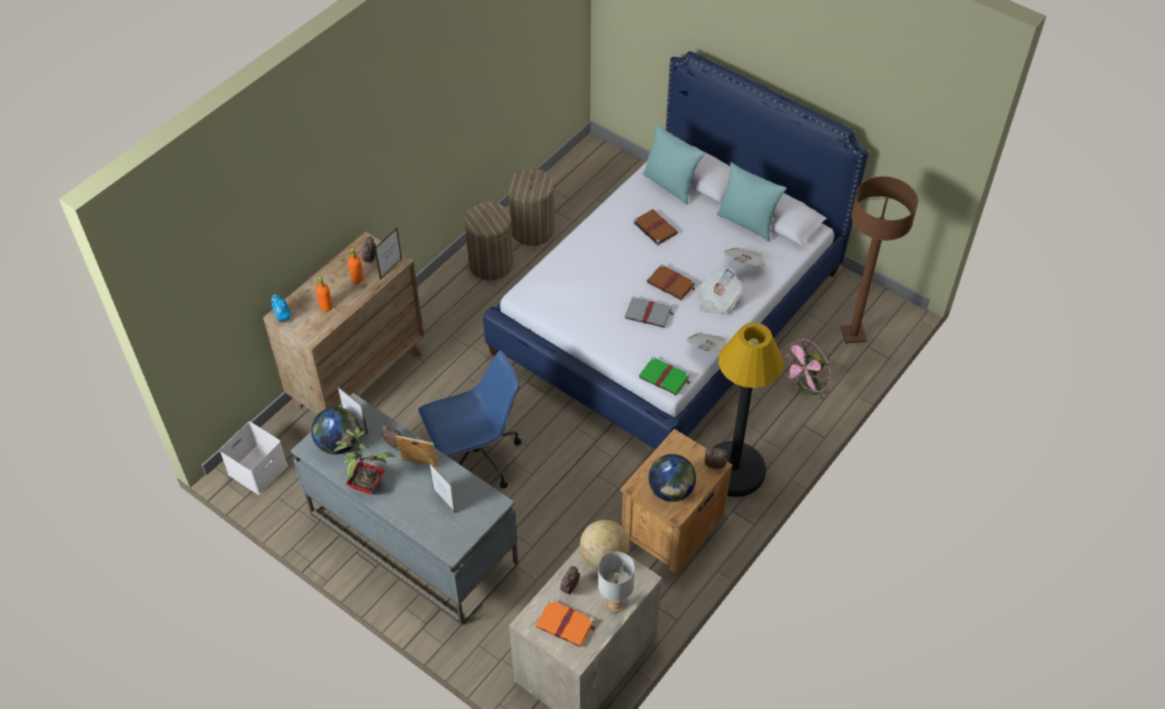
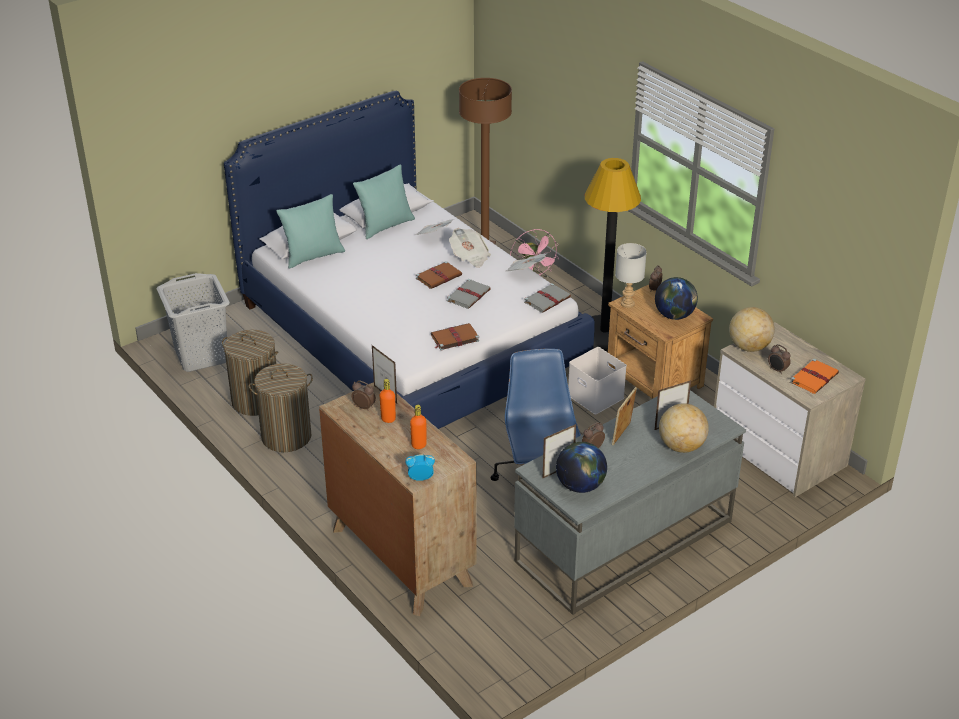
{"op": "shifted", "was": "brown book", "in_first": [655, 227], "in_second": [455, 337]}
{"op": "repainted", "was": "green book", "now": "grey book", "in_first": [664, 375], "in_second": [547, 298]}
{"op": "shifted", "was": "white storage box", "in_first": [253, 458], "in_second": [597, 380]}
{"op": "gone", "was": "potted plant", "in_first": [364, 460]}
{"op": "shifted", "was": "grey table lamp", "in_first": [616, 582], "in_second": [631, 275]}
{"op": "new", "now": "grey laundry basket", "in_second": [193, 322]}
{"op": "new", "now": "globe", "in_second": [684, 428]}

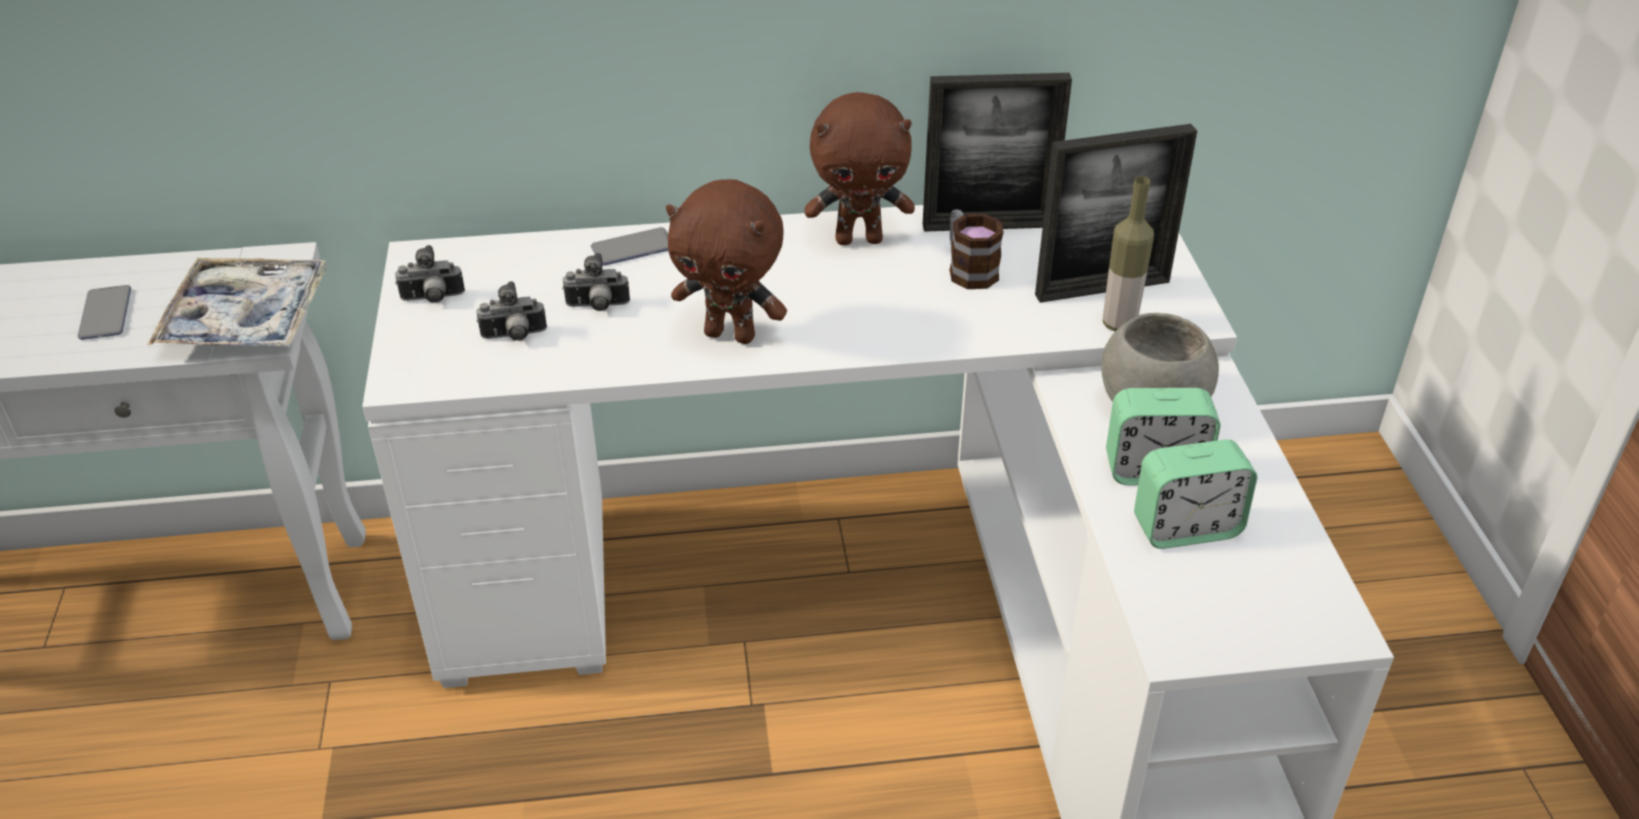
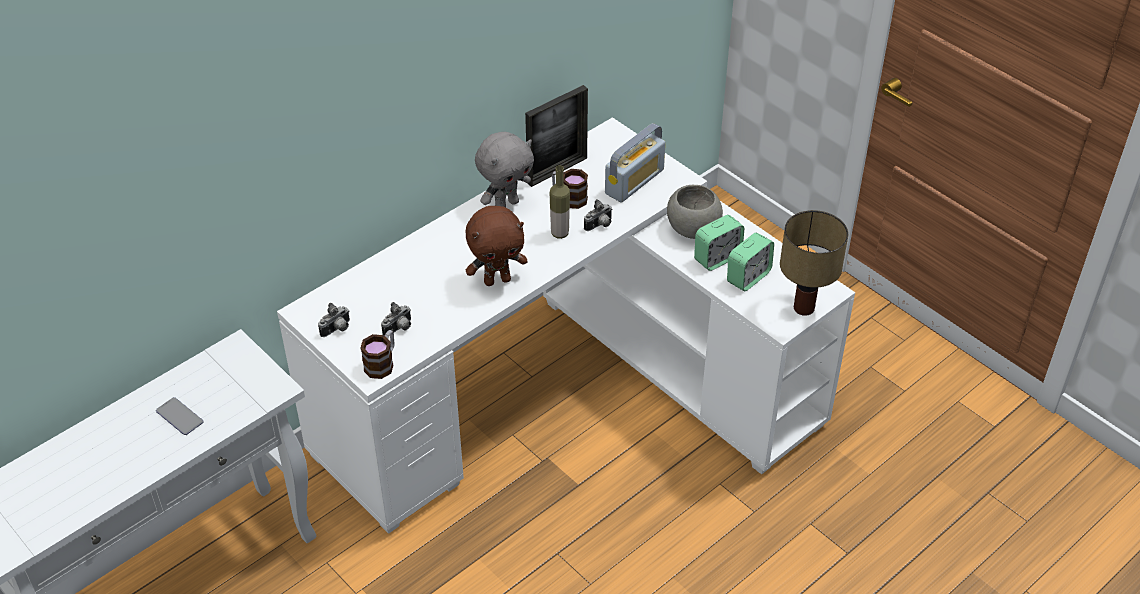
{"op": "repainted", "was": "brown plush toy", "now": "grey plush toy", "in_first": [859, 168], "in_second": [504, 169]}
{"op": "swapped", "was": "picture frame", "now": "radio", "in_first": [1116, 213], "in_second": [635, 162]}
{"op": "shifted", "was": "bottle", "in_first": [1128, 253], "in_second": [560, 202]}
{"op": "gone", "was": "phone", "in_first": [629, 246]}
{"op": "shifted", "was": "photo camera", "in_first": [596, 282], "in_second": [598, 215]}
{"op": "gone", "was": "tray", "in_first": [238, 302]}
{"op": "new", "now": "table lamp", "in_second": [814, 263]}
{"op": "new", "now": "mug", "in_second": [377, 354]}

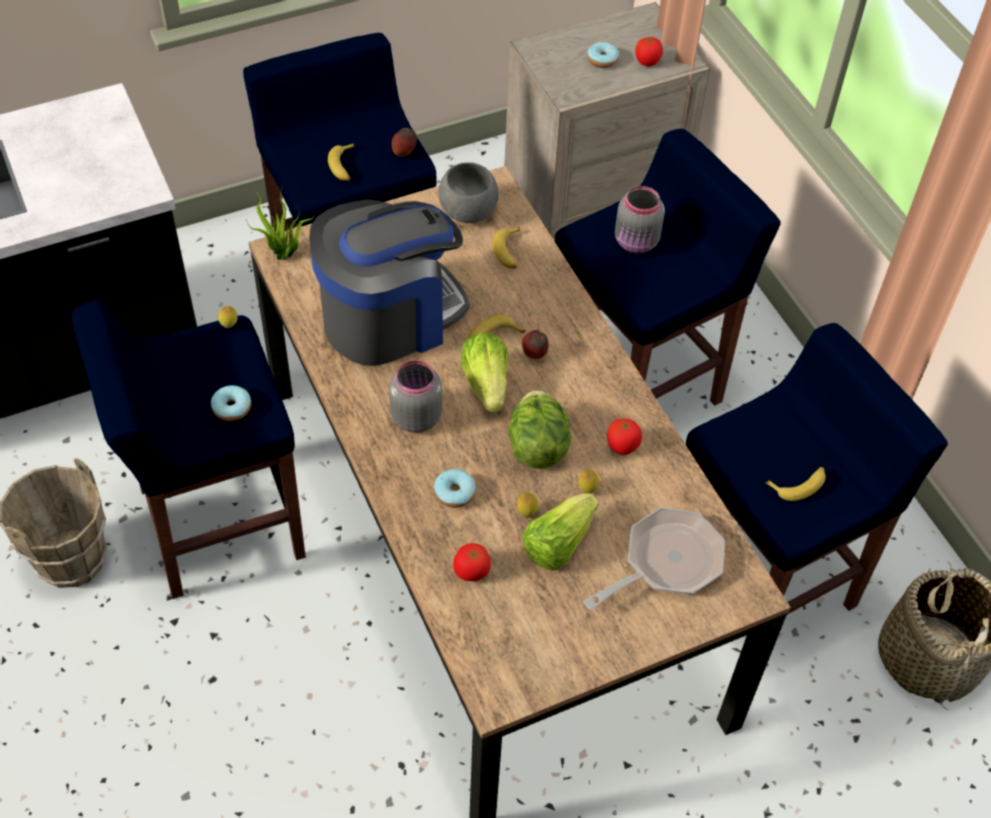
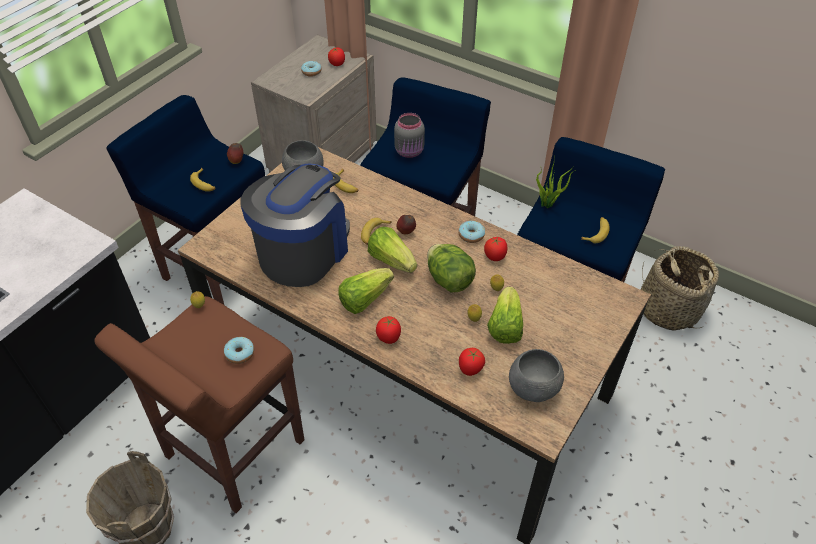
{"op": "shifted", "was": "potted plant", "in_first": [280, 223], "in_second": [556, 181]}
{"op": "repainted", "was": "blue stool", "now": "brown stool", "in_first": [189, 449], "in_second": [199, 404]}
{"op": "swapped", "was": "grey jar", "now": "lettuce", "in_first": [415, 396], "in_second": [366, 291]}
{"op": "shifted", "was": "donut", "in_first": [455, 488], "in_second": [472, 232]}
{"op": "gone", "was": "frying pan", "in_first": [654, 558]}
{"op": "new", "now": "tomato", "in_second": [388, 330]}
{"op": "new", "now": "grey bowl", "in_second": [536, 375]}

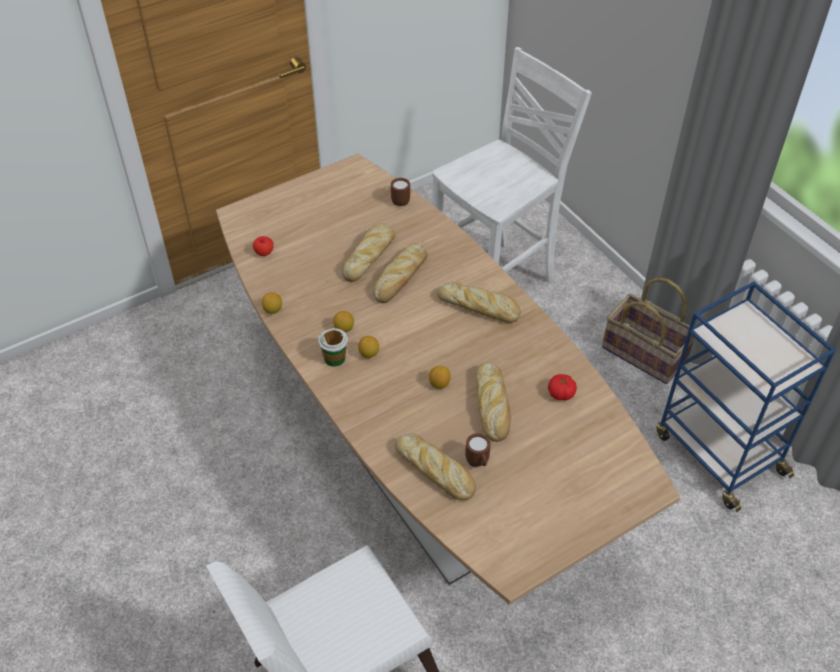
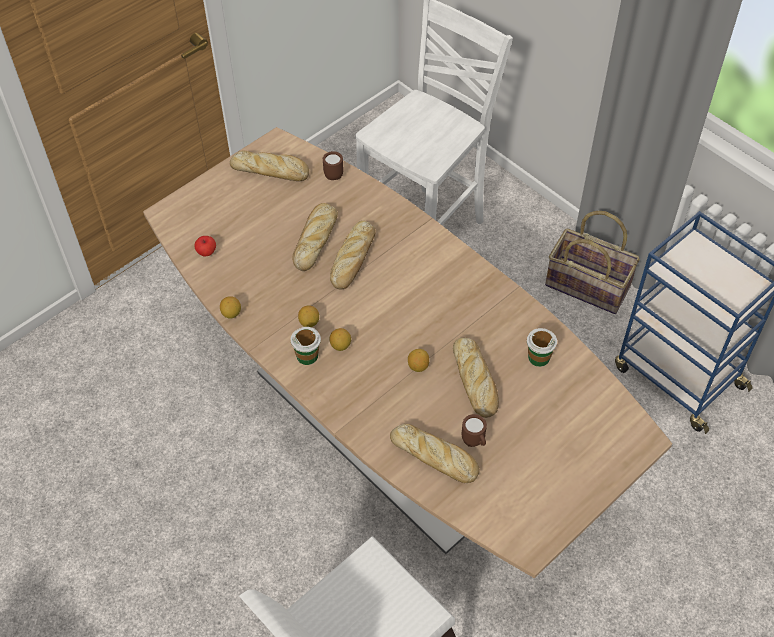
{"op": "shifted", "was": "bread", "in_first": [479, 302], "in_second": [269, 166]}
{"op": "swapped", "was": "tomato", "now": "cup", "in_first": [562, 387], "in_second": [542, 347]}

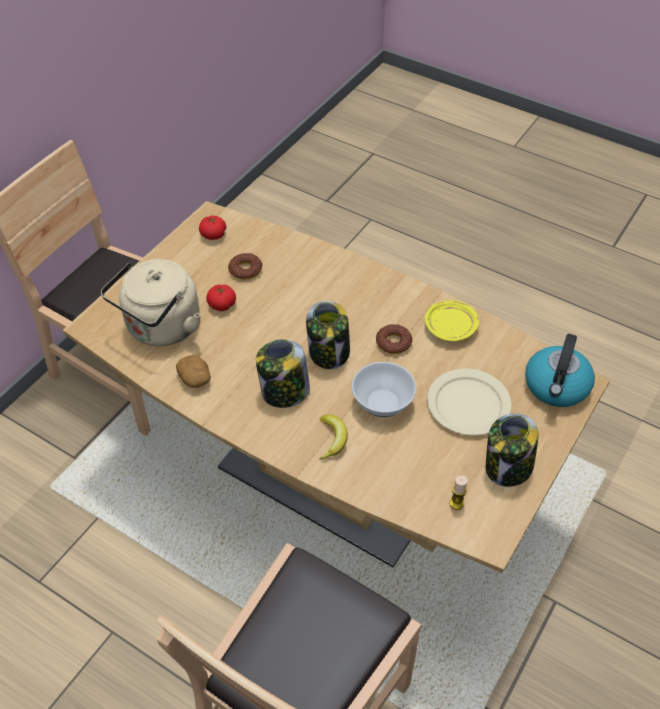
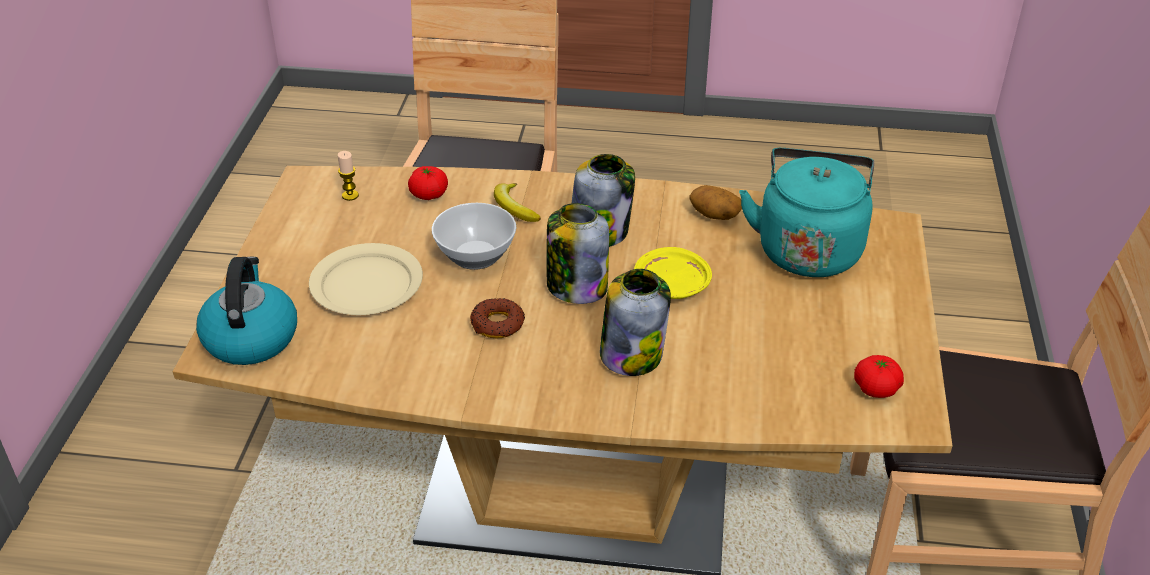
{"op": "gone", "was": "donut", "in_first": [245, 266]}
{"op": "repainted", "was": "beige kettle", "now": "turquoise kettle", "in_first": [151, 302], "in_second": [806, 212]}
{"op": "shifted", "was": "tomato", "in_first": [221, 298], "in_second": [428, 183]}
{"op": "shifted", "was": "yellow plate", "in_first": [452, 321], "in_second": [673, 273]}
{"op": "shifted", "was": "jar", "in_first": [512, 450], "in_second": [635, 322]}

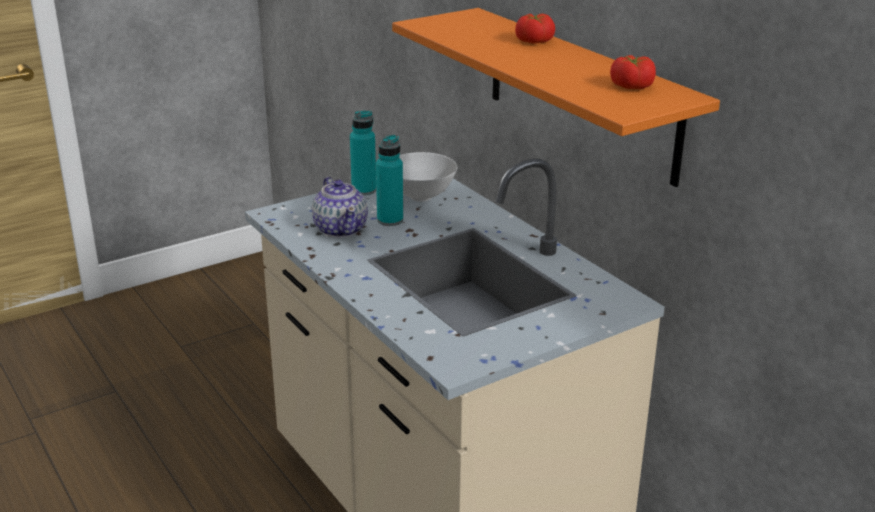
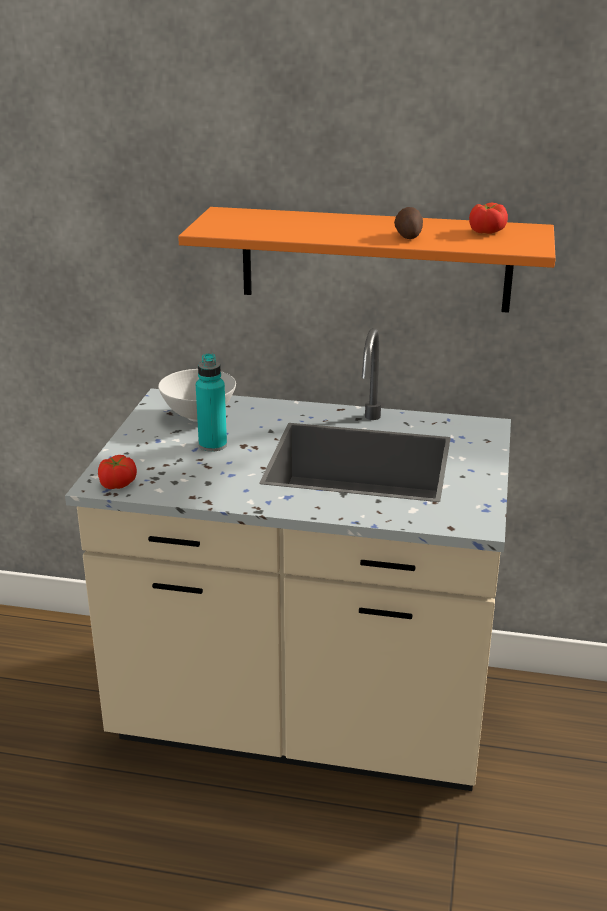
{"op": "shifted", "was": "tomato", "in_first": [535, 29], "in_second": [117, 472]}
{"op": "gone", "was": "turquoise bottle", "in_first": [363, 153]}
{"op": "gone", "was": "teapot", "in_first": [340, 207]}
{"op": "new", "now": "potato", "in_second": [408, 223]}

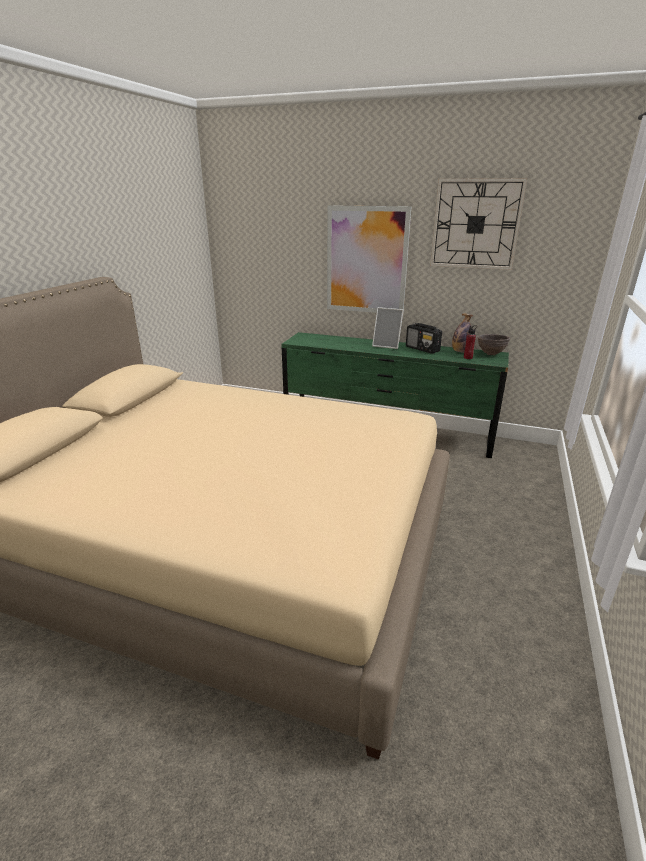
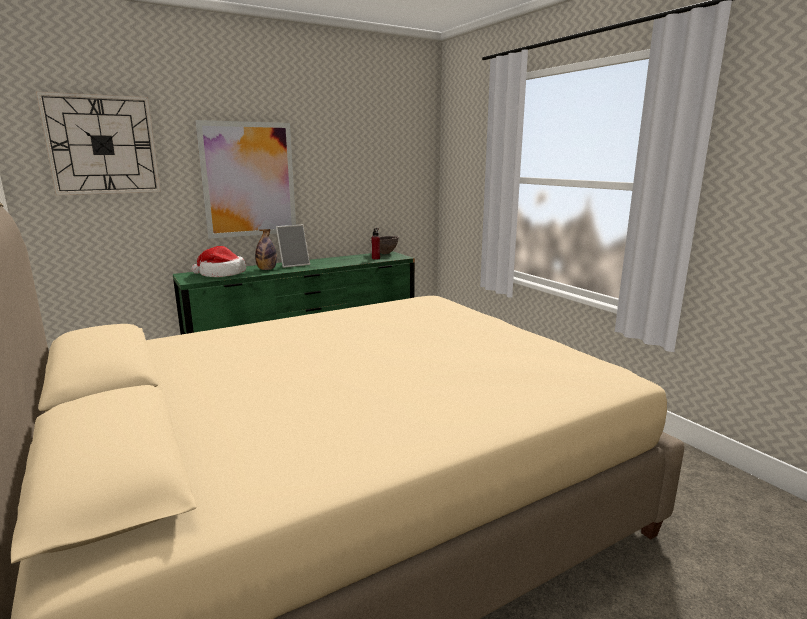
{"op": "shifted", "was": "wall clock", "in_first": [478, 224], "in_second": [98, 143]}
{"op": "shifted", "was": "bottle", "in_first": [462, 332], "in_second": [266, 249]}
{"op": "gone", "was": "radio", "in_first": [424, 338]}
{"op": "new", "now": "hat", "in_second": [219, 261]}

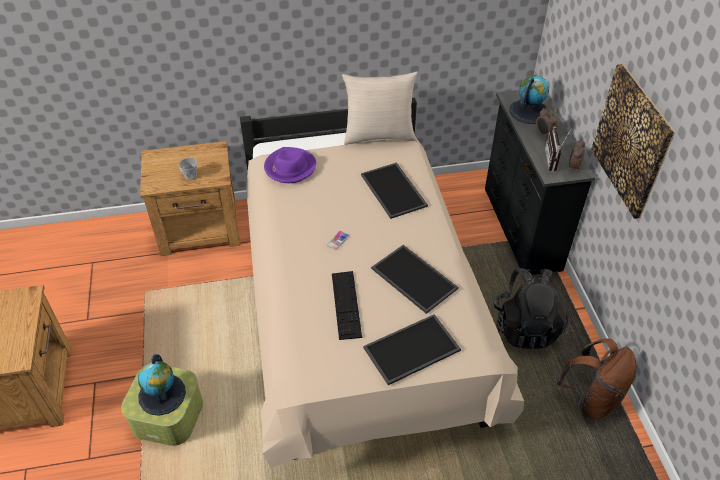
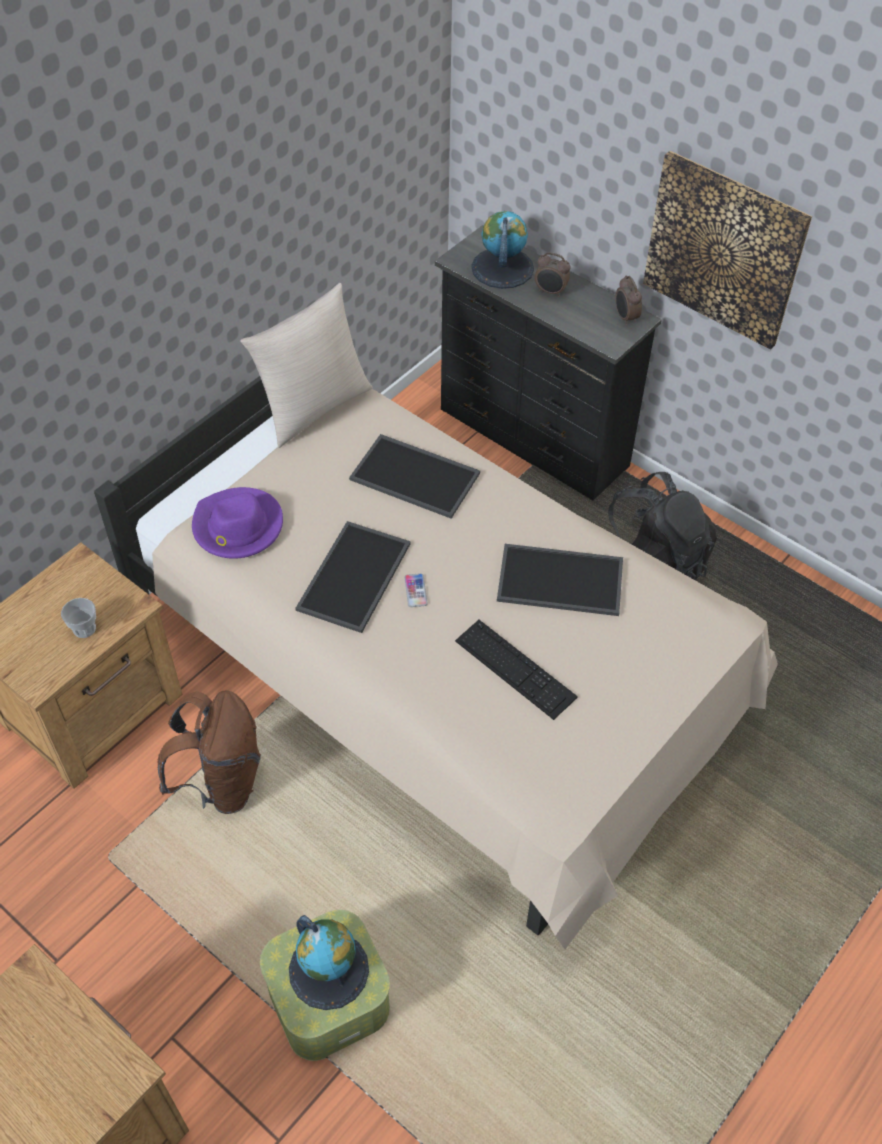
{"op": "gone", "was": "radio", "in_first": [558, 149]}
{"op": "shifted", "was": "tray", "in_first": [412, 349], "in_second": [353, 577]}
{"op": "shifted", "was": "brown backpack", "in_first": [596, 379], "in_second": [209, 752]}

